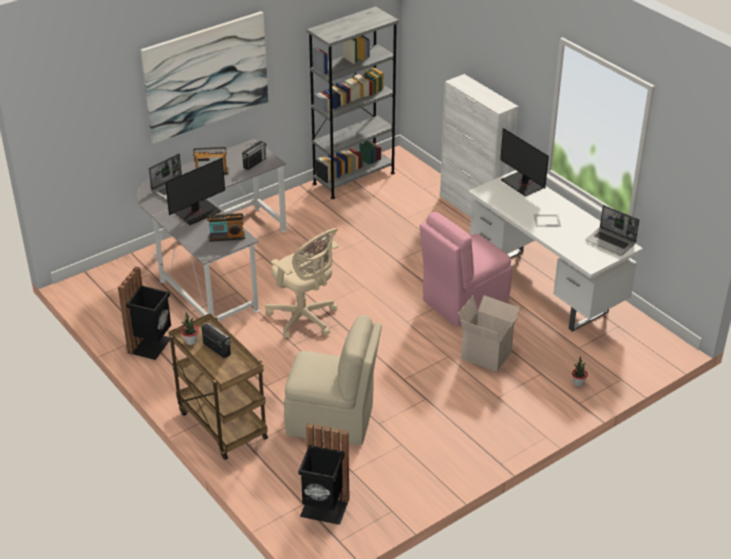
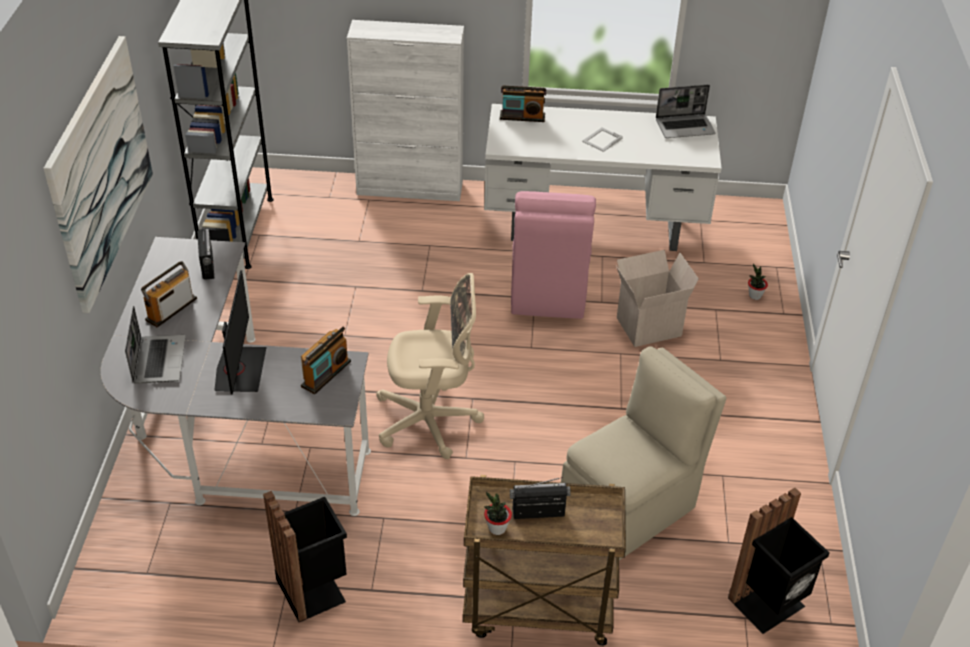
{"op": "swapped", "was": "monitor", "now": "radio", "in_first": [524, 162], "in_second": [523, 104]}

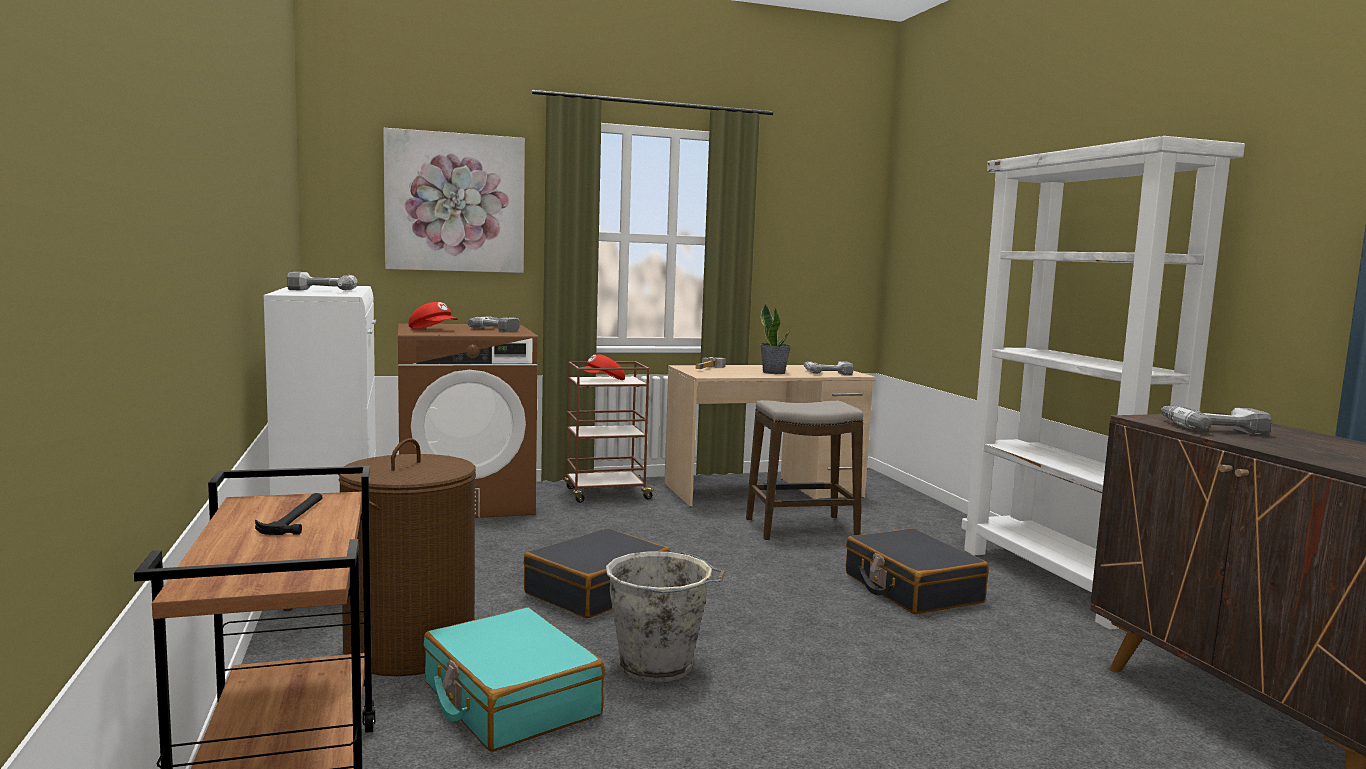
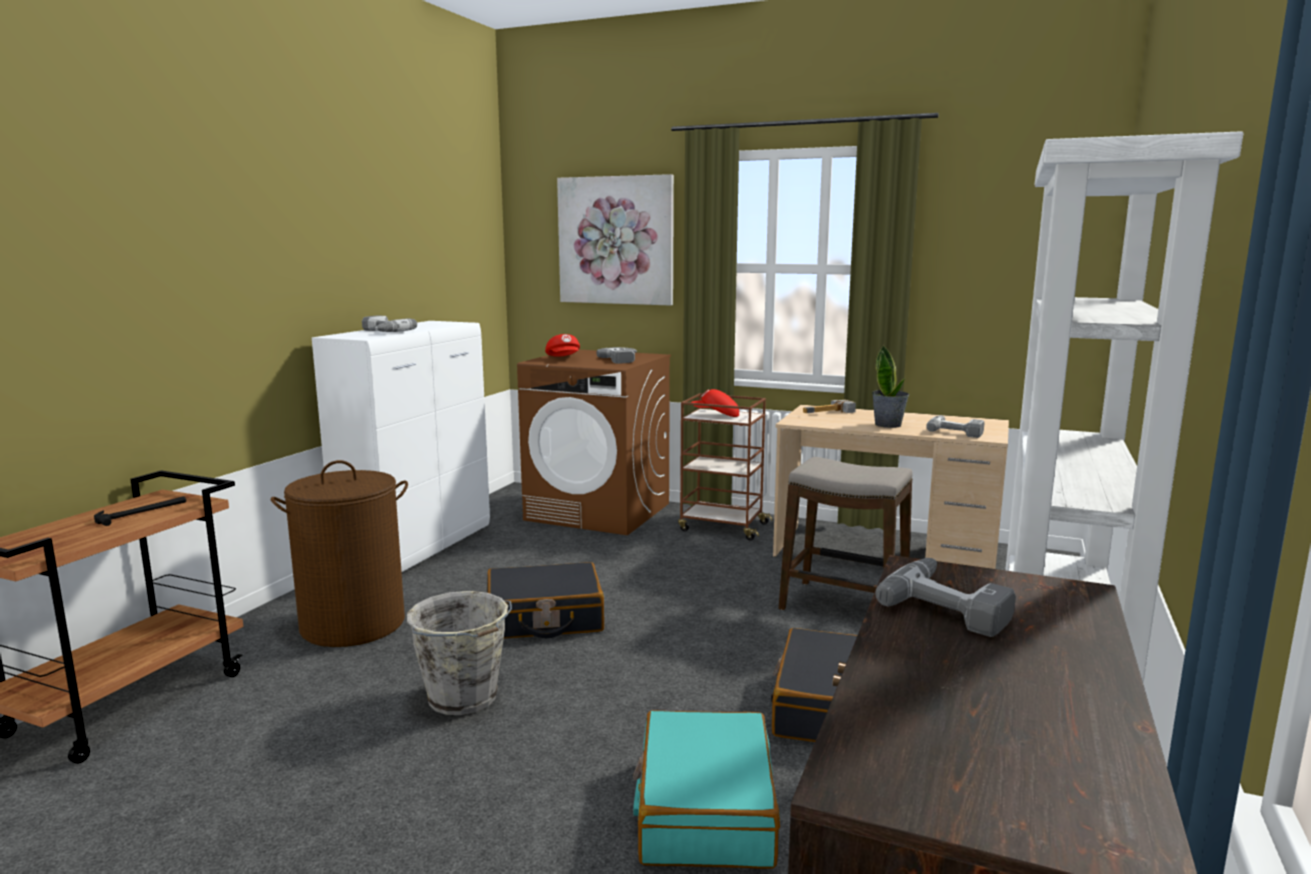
{"op": "shifted", "was": "turquoise suitcase", "in_first": [514, 679], "in_second": [706, 790]}

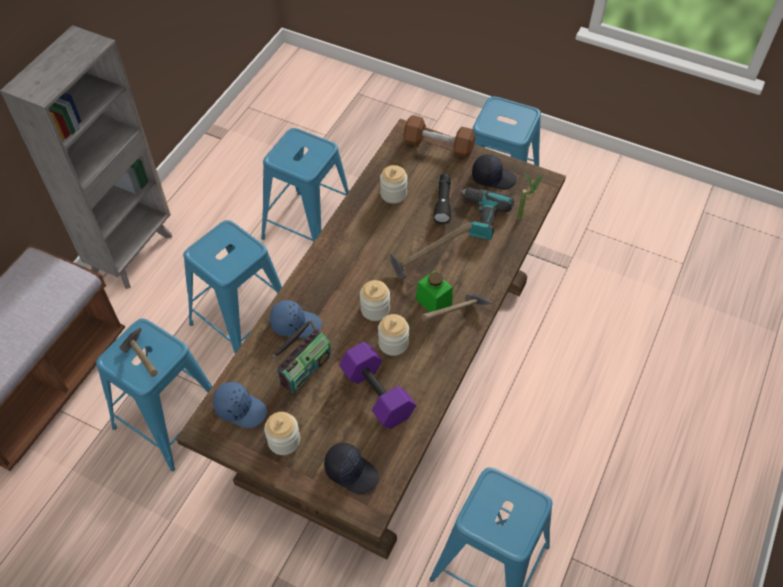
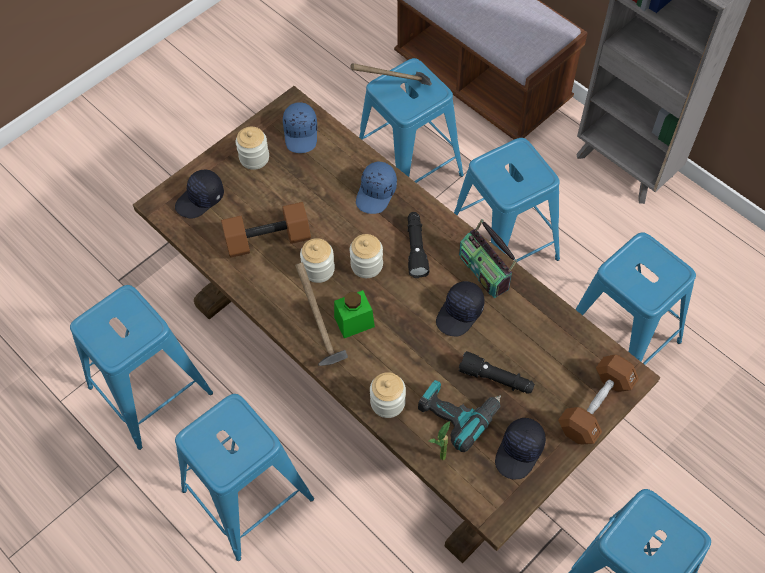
{"op": "shifted", "was": "jar", "in_first": [394, 184], "in_second": [388, 395]}
{"op": "gone", "was": "hammer", "in_first": [431, 251]}
{"op": "shifted", "was": "radio", "in_first": [301, 356], "in_second": [488, 258]}
{"op": "repainted", "was": "purple dumbbell", "now": "brown dumbbell", "in_first": [377, 385], "in_second": [266, 230]}
{"op": "rotated", "was": "blue cap", "in_first": [240, 405], "in_second": [300, 127], "clockwise": -45}
{"op": "new", "now": "black flashlight", "in_second": [418, 245]}
{"op": "new", "now": "black cap", "in_second": [460, 309]}
{"op": "new", "now": "blue stool", "in_second": [244, 477]}

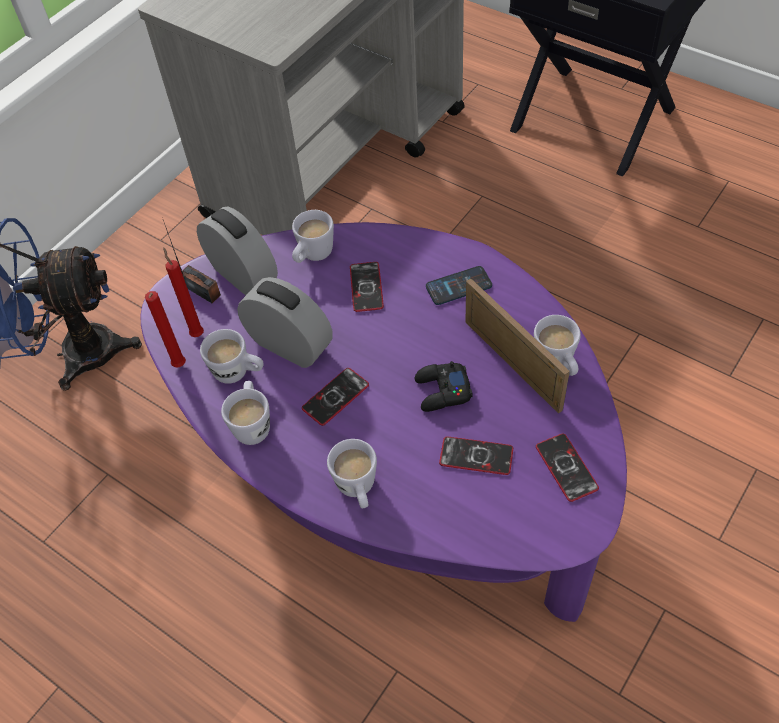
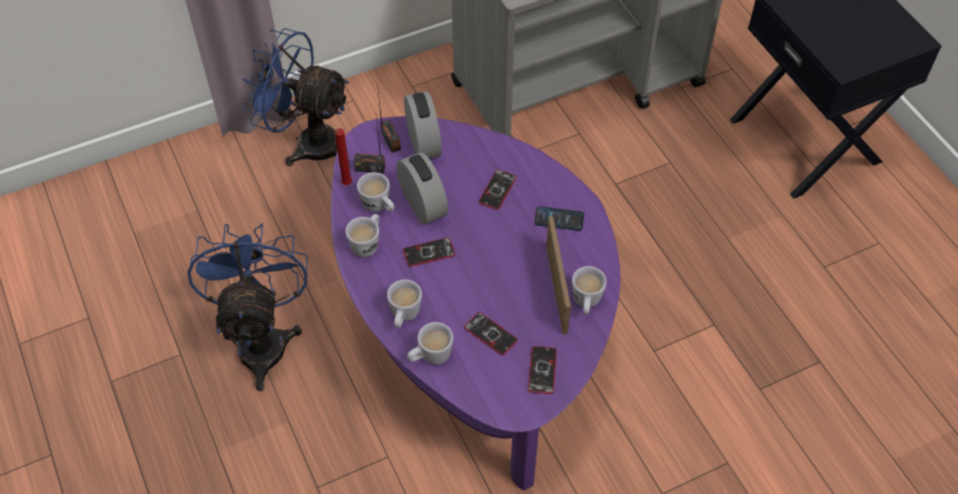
{"op": "shifted", "was": "white mug", "in_first": [313, 236], "in_second": [430, 343]}
{"op": "swapped", "was": "red candle", "now": "radio", "in_first": [183, 292], "in_second": [369, 145]}
{"op": "gone", "was": "black game controller", "in_first": [443, 386]}
{"op": "new", "now": "blue fan", "in_second": [247, 307]}

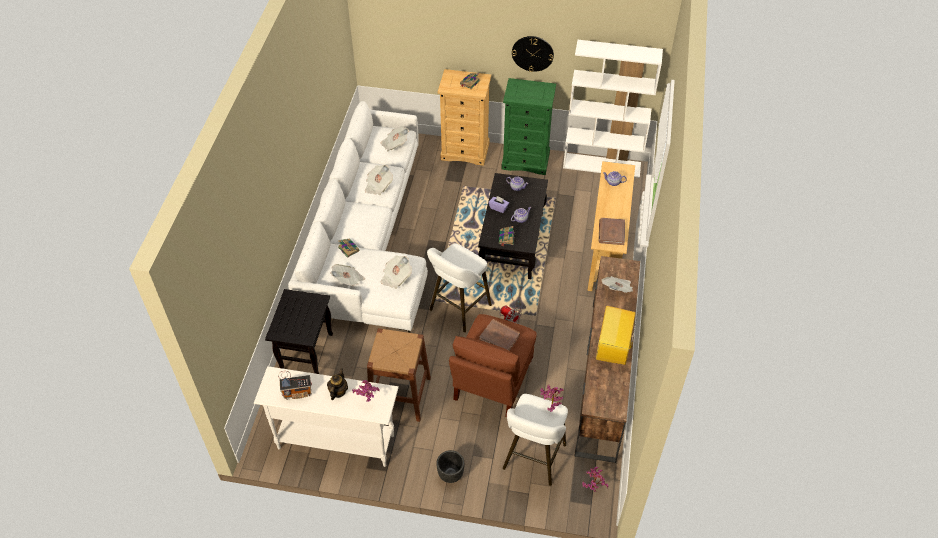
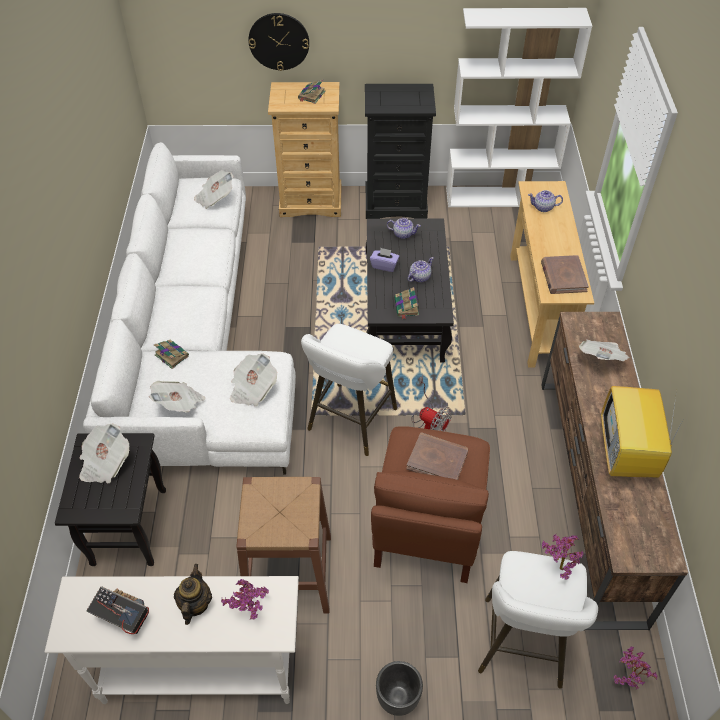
{"op": "shifted", "was": "wall clock", "in_first": [533, 54], "in_second": [278, 42]}
{"op": "repainted", "was": "green dresser", "now": "black dresser", "in_first": [528, 126], "in_second": [400, 151]}
{"op": "shifted", "was": "newspaper", "in_first": [379, 180], "in_second": [104, 454]}
{"op": "rotated", "was": "radio", "in_first": [295, 385], "in_second": [117, 610], "clockwise": -135}

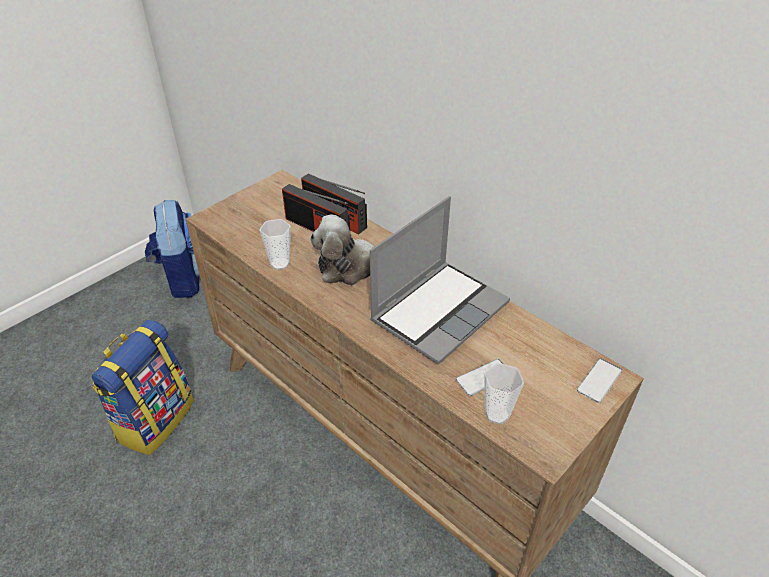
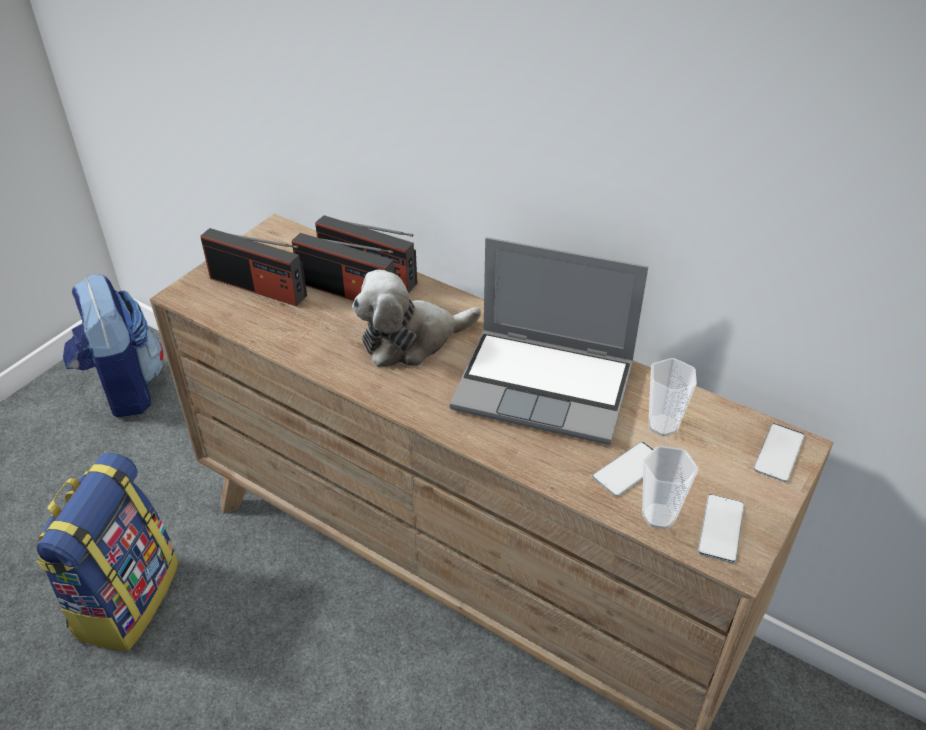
{"op": "rotated", "was": "laptop", "in_first": [440, 280], "in_second": [549, 341], "clockwise": 75}
{"op": "shifted", "was": "cup", "in_first": [275, 244], "in_second": [673, 397]}
{"op": "new", "now": "radio", "in_second": [253, 267]}
{"op": "new", "now": "phone", "in_second": [721, 528]}

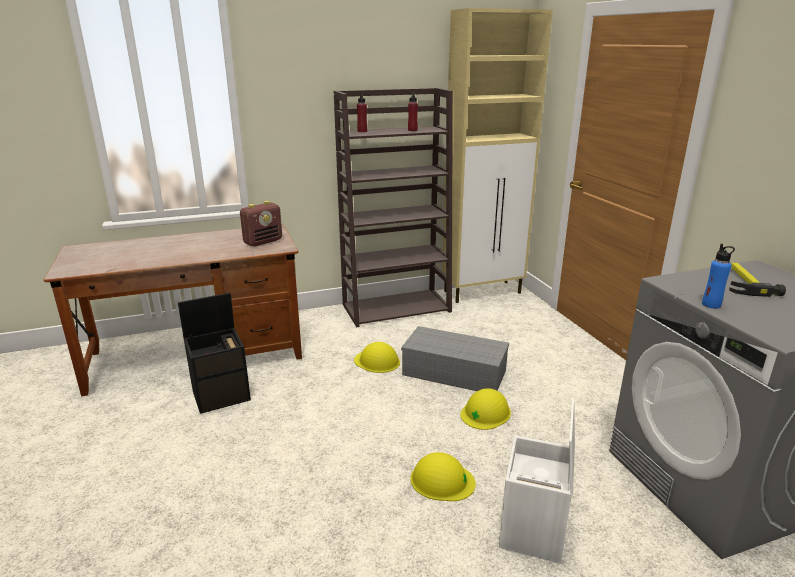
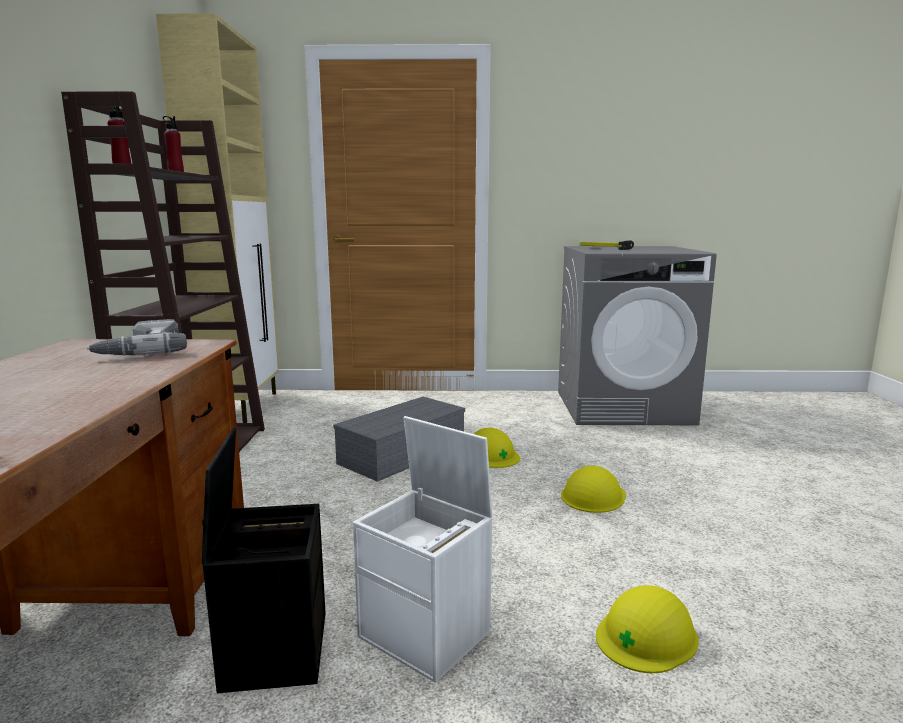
{"op": "swapped", "was": "radio", "now": "power drill", "in_first": [261, 223], "in_second": [137, 337]}
{"op": "gone", "was": "blue bottle", "in_first": [718, 276]}
{"op": "shifted", "was": "yellow hard hat", "in_first": [377, 357], "in_second": [647, 629]}
{"op": "shifted", "was": "white storage box", "in_first": [537, 480], "in_second": [422, 549]}

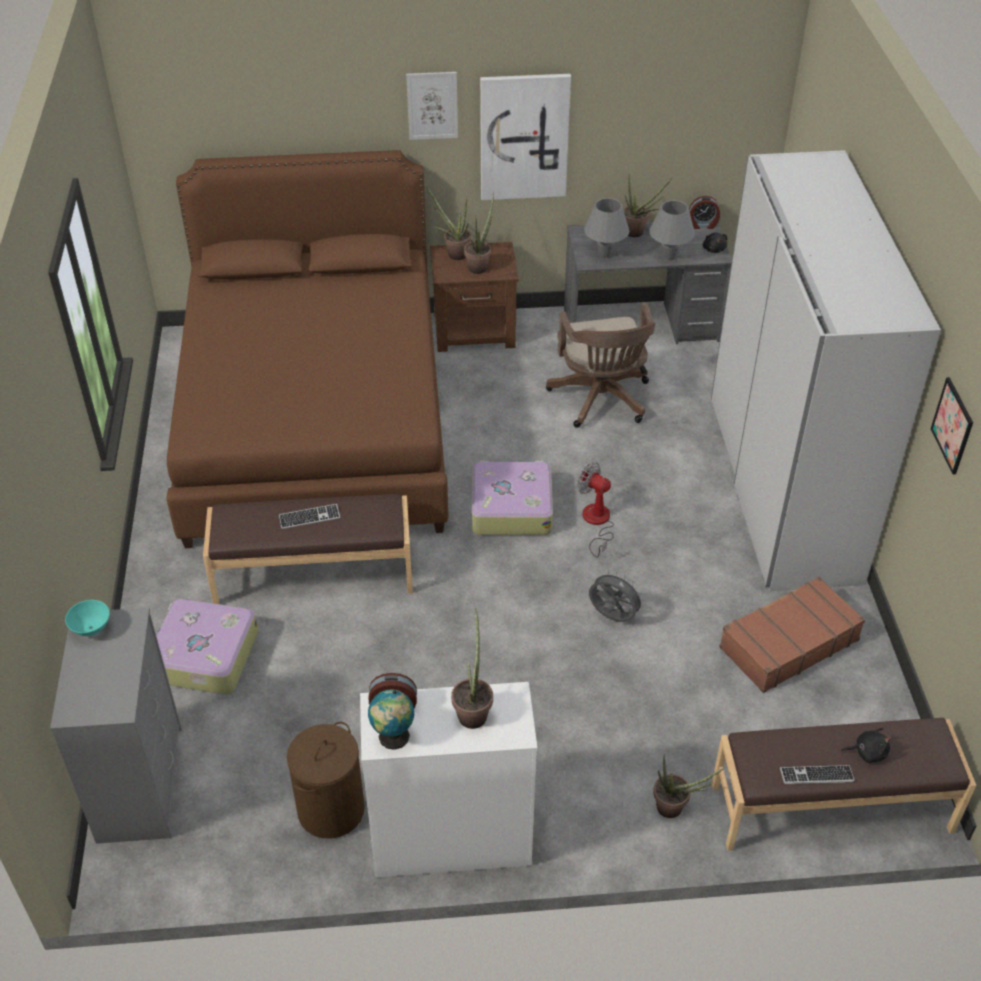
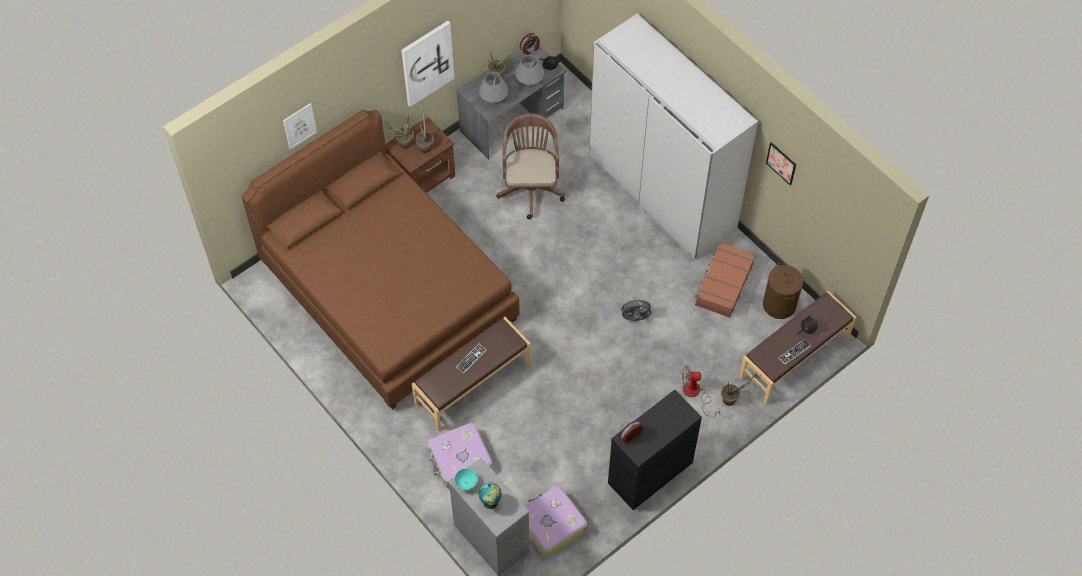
{"op": "shifted", "was": "picture", "in_first": [432, 106], "in_second": [300, 126]}
{"op": "rotated", "was": "brown office chair", "in_first": [601, 365], "in_second": [530, 166], "clockwise": -135}
{"op": "shifted", "was": "suitcase", "in_first": [512, 498], "in_second": [556, 521]}
{"op": "shifted", "was": "fan", "in_first": [595, 509], "in_second": [701, 391]}
{"op": "gone", "was": "potted plant", "in_first": [472, 668]}
{"op": "repainted", "was": "white dresser", "now": "black dresser", "in_first": [448, 779], "in_second": [655, 450]}
{"op": "shifted", "was": "globe", "in_first": [391, 719], "in_second": [490, 496]}
{"op": "shifted", "was": "brown laundry basket", "in_first": [326, 780], "in_second": [783, 291]}

